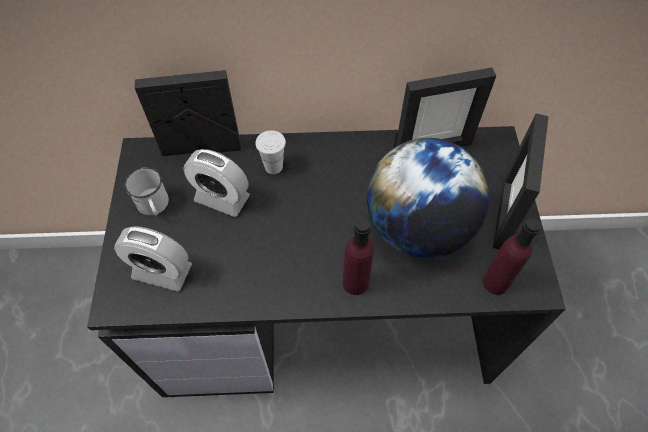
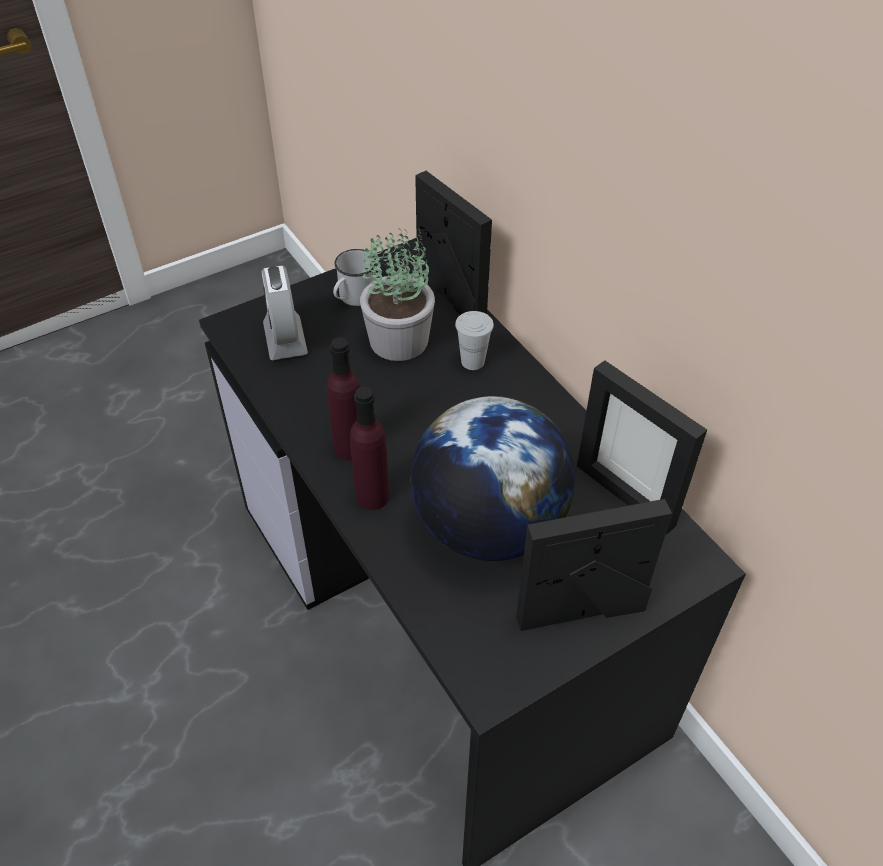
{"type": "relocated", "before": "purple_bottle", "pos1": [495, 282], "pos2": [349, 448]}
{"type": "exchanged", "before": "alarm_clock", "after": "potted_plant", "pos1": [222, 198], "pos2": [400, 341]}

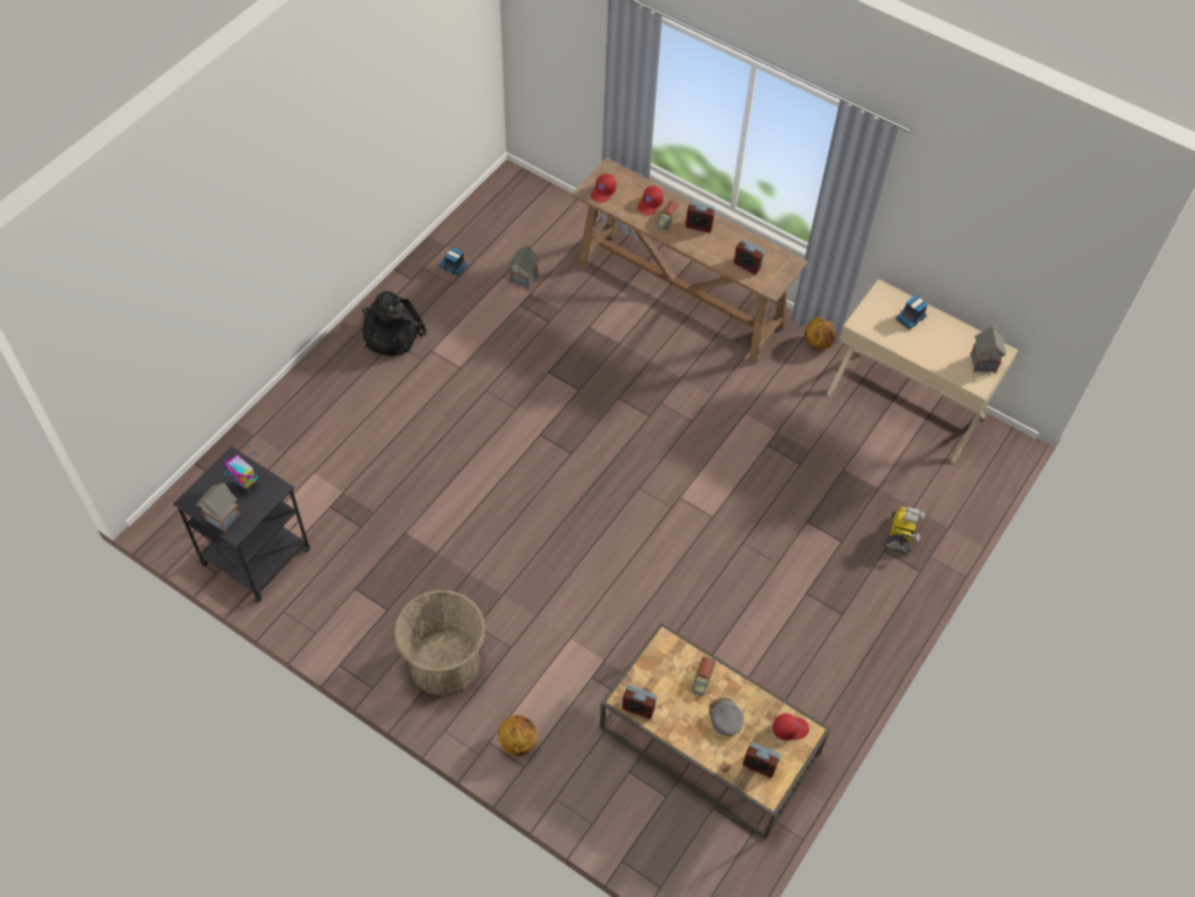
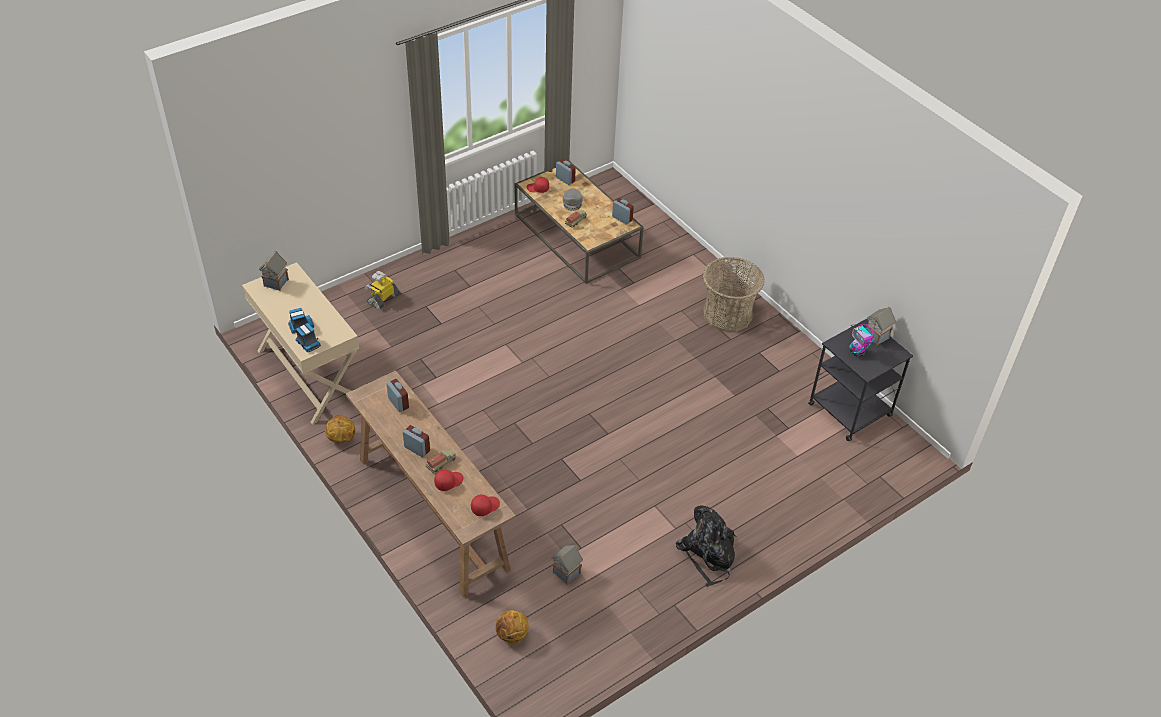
{"type": "relocated", "before": "toy_truck", "pos1": [453, 267], "pos2": [308, 343]}
{"type": "relocated", "before": "basketball", "pos1": [517, 742], "pos2": [512, 635]}

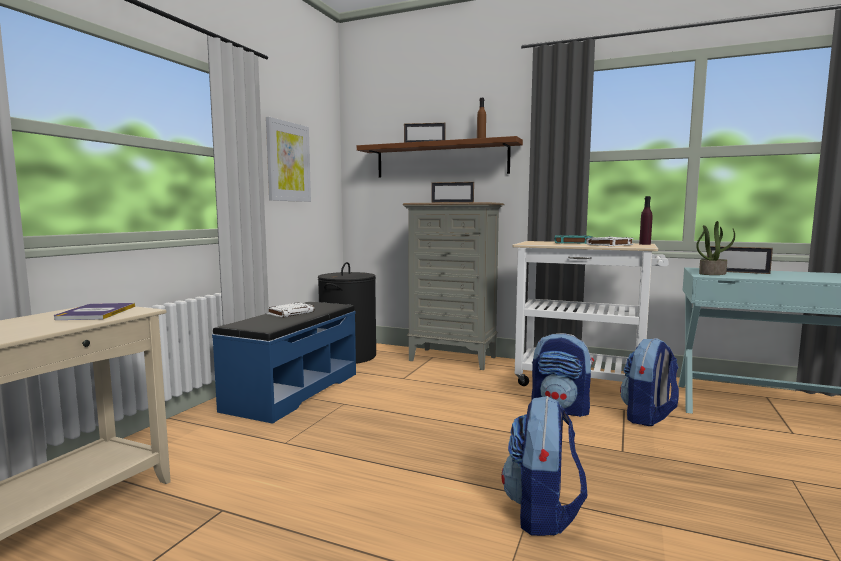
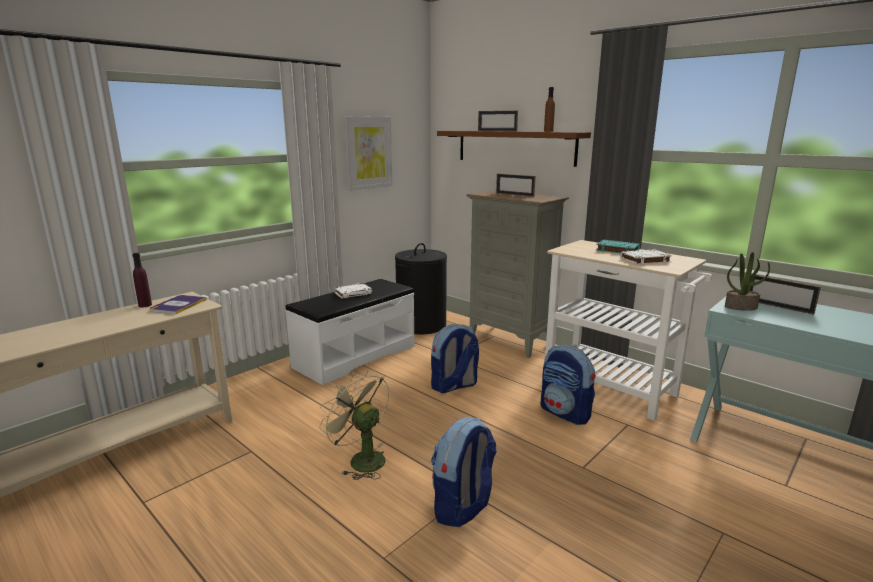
{"type": "appeared", "after": "beige_fan", "pos2": [361, 459]}
{"type": "relocated", "before": "backpack", "pos1": [648, 417], "pos2": [454, 386]}
{"type": "relocated", "before": "purple_bottle", "pos1": [644, 244], "pos2": [145, 305]}
{"type": "colour", "before": "blue_bench", "after": "white_bench", "pos1": [292, 391], "pos2": [355, 356]}

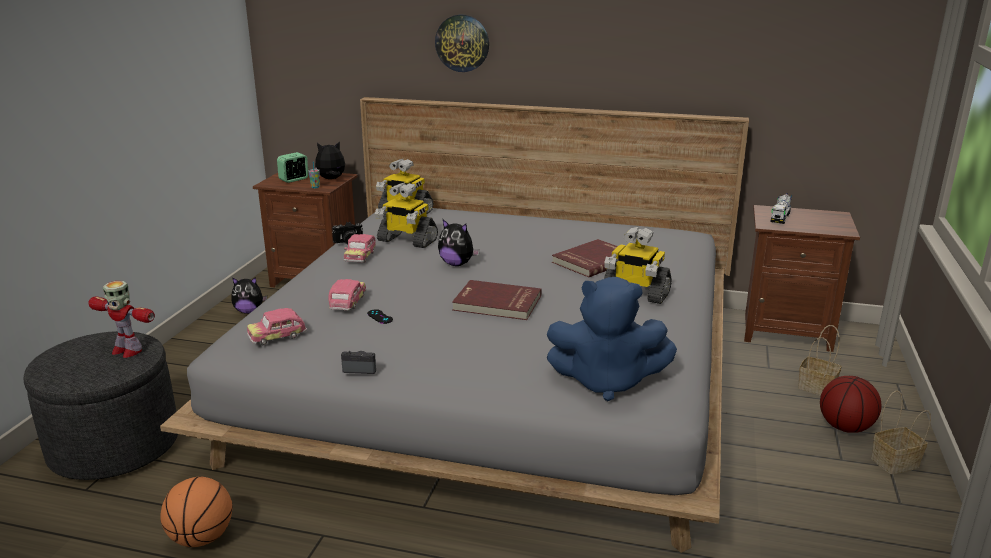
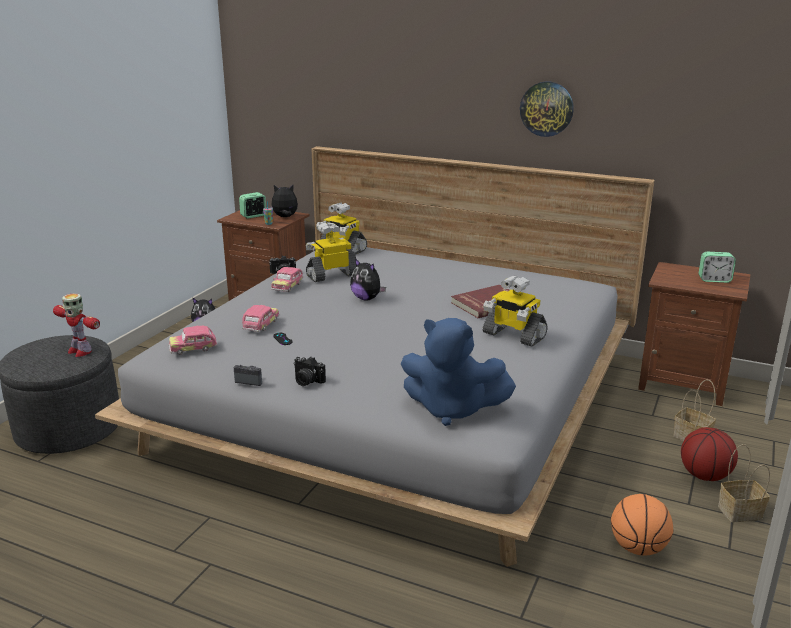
{"type": "missing", "before": "red_book", "pos1": [497, 303]}
{"type": "missing", "before": "toy_truck", "pos1": [780, 217]}
{"type": "appeared", "after": "photo_camera", "pos2": [306, 381]}
{"type": "appeared", "after": "alarm_clock", "pos2": [714, 280]}
{"type": "relocated", "before": "basketball", "pos1": [201, 538], "pos2": [638, 548]}
{"type": "relocated", "before": "wall_clock", "pos1": [462, 43], "pos2": [546, 109]}
{"type": "spun", "before": "toy_robot", "pos1": [406, 240], "pos2": [332, 275], "turn": 120}

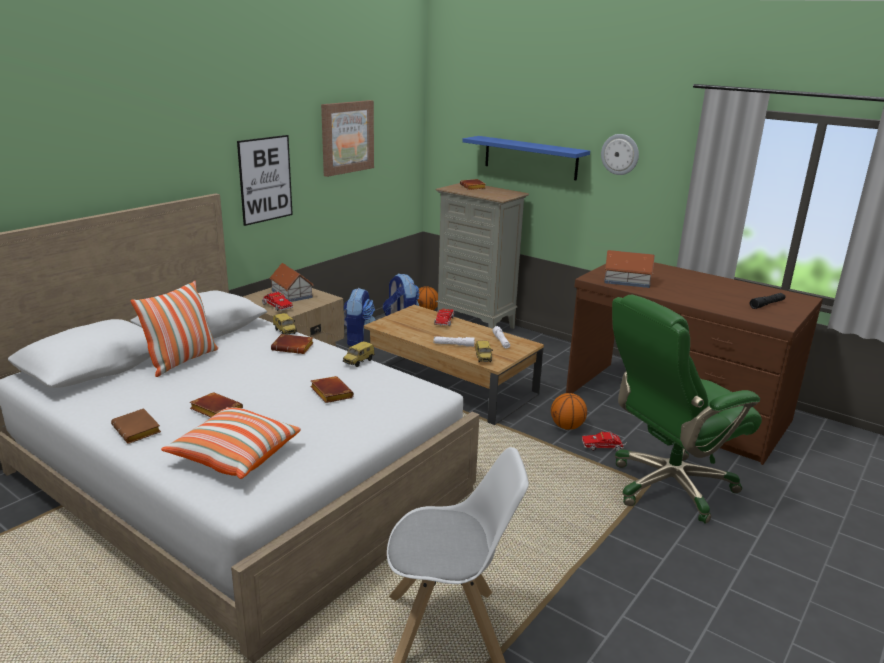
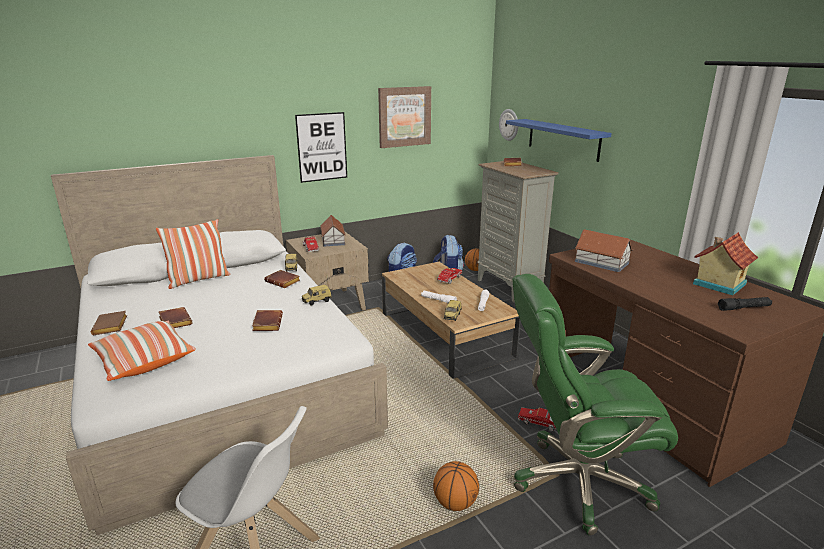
{"type": "appeared", "after": "toy_house", "pos2": [717, 284]}
{"type": "relocated", "before": "basketball", "pos1": [567, 427], "pos2": [455, 503]}
{"type": "relocated", "before": "wall_clock", "pos1": [620, 154], "pos2": [509, 124]}

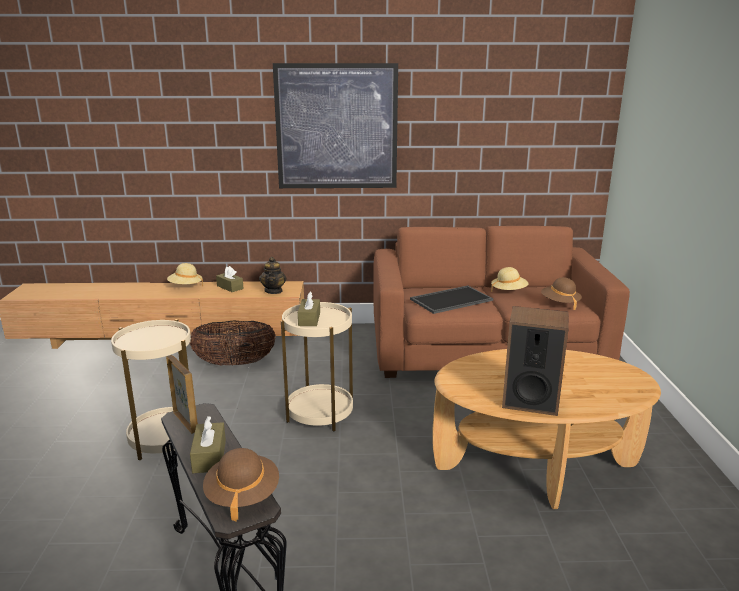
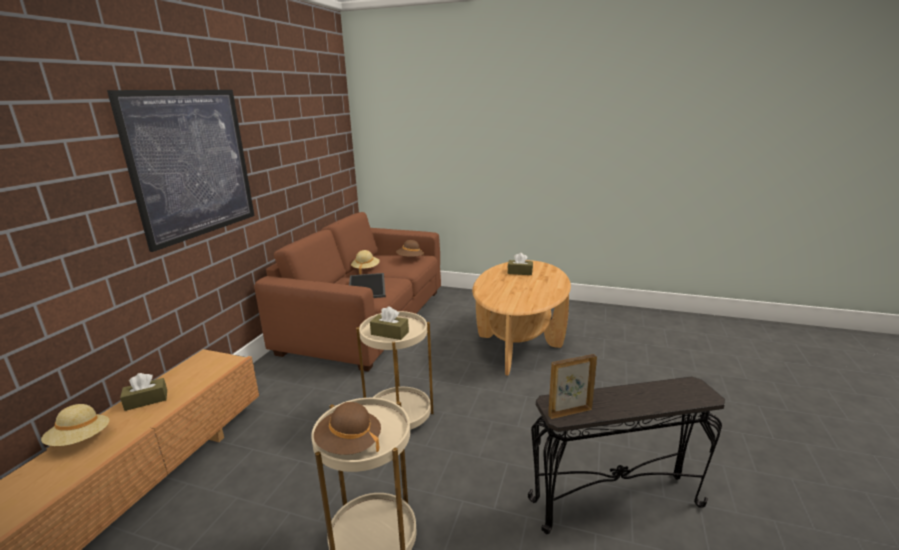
{"type": "missing", "before": "basket", "pos1": [235, 363]}
{"type": "missing", "before": "teapot", "pos1": [273, 291]}
{"type": "missing", "before": "speaker", "pos1": [530, 401]}
{"type": "relocated", "before": "brown_tissue_box", "pos1": [209, 456], "pos2": [520, 272]}
{"type": "relocated", "before": "brown_hat", "pos1": [242, 495], "pos2": [349, 444]}

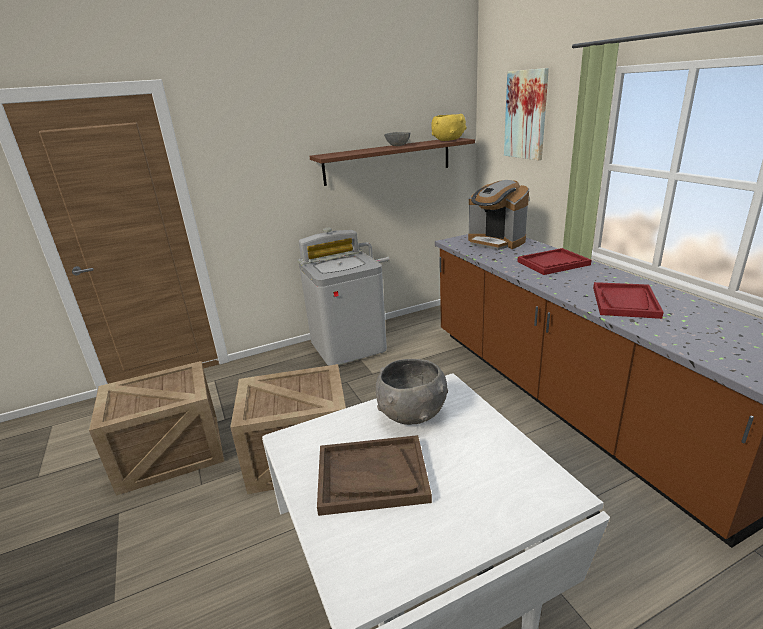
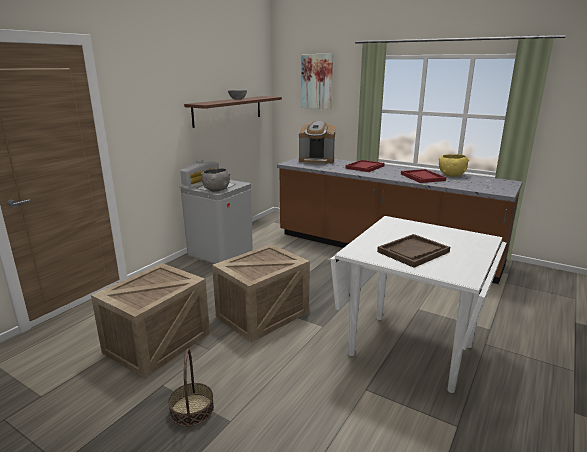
{"type": "appeared", "after": "basket", "pos2": [192, 409]}
{"type": "relocated", "before": "grey_bowl", "pos1": [411, 414], "pos2": [216, 190]}
{"type": "relocated", "before": "yellow_bowl", "pos1": [448, 140], "pos2": [451, 175]}

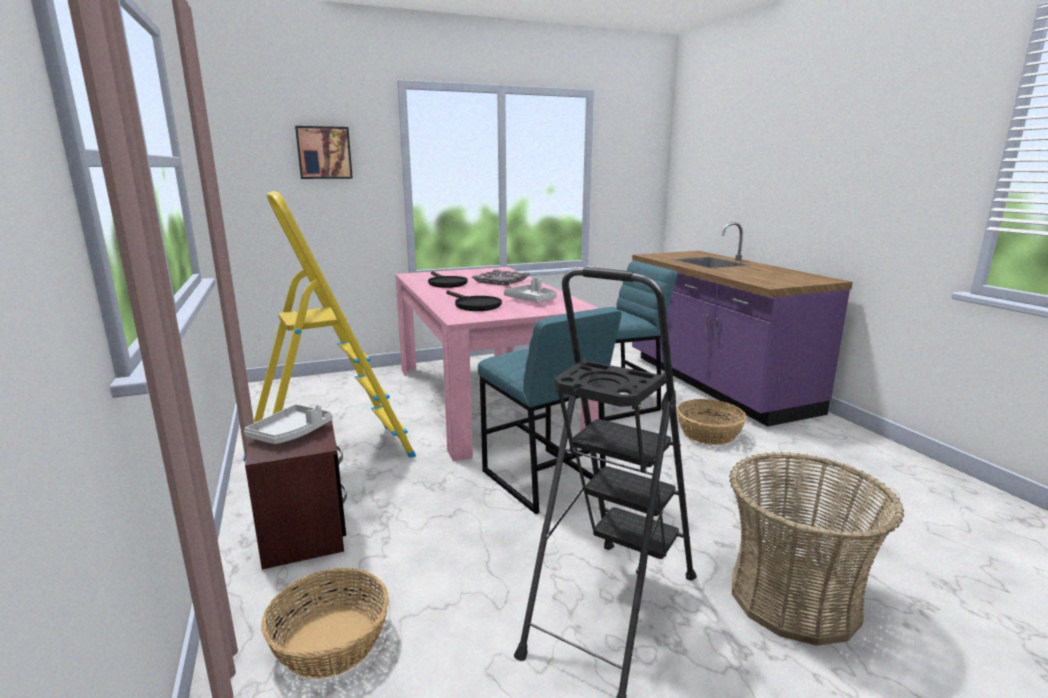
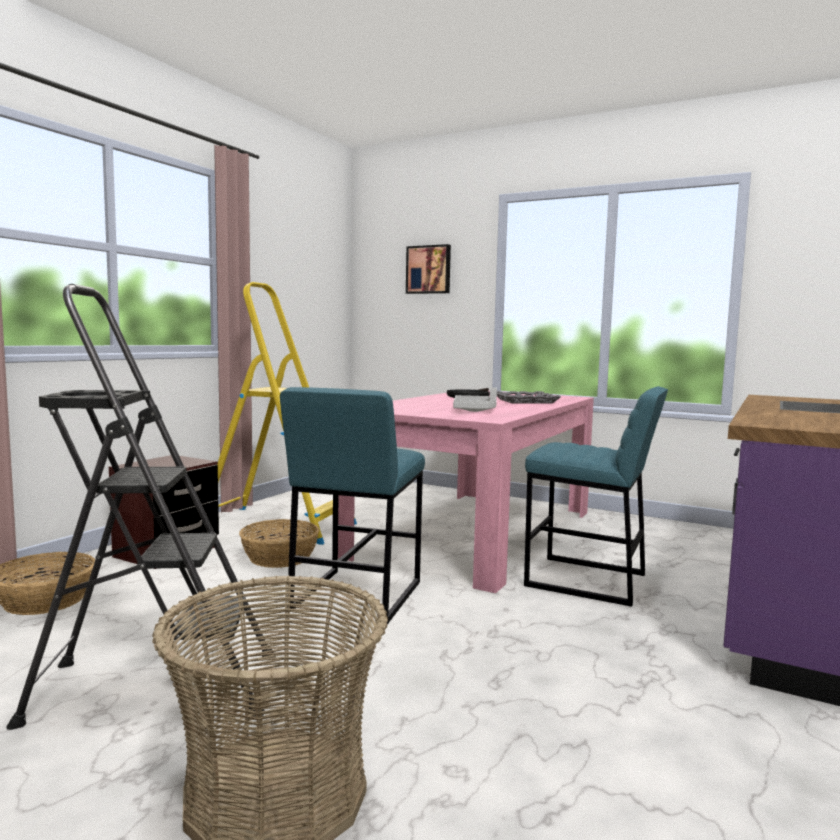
{"type": "missing", "before": "grey_tray", "pos1": [291, 433]}
{"type": "missing", "before": "black_frying_pan", "pos1": [474, 305]}
{"type": "relocated", "before": "basket", "pos1": [708, 434], "pos2": [279, 557]}

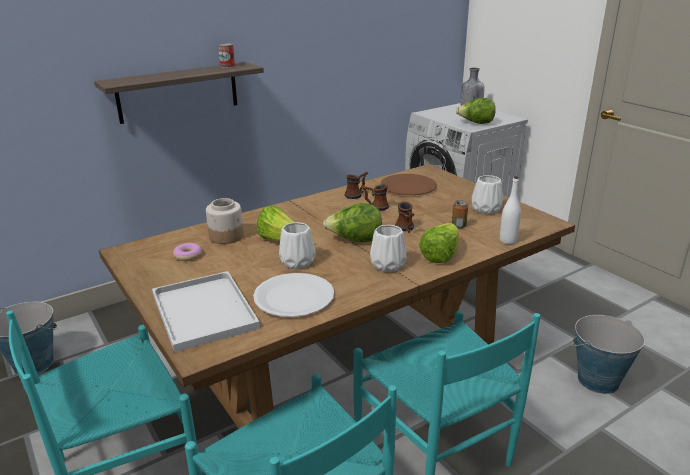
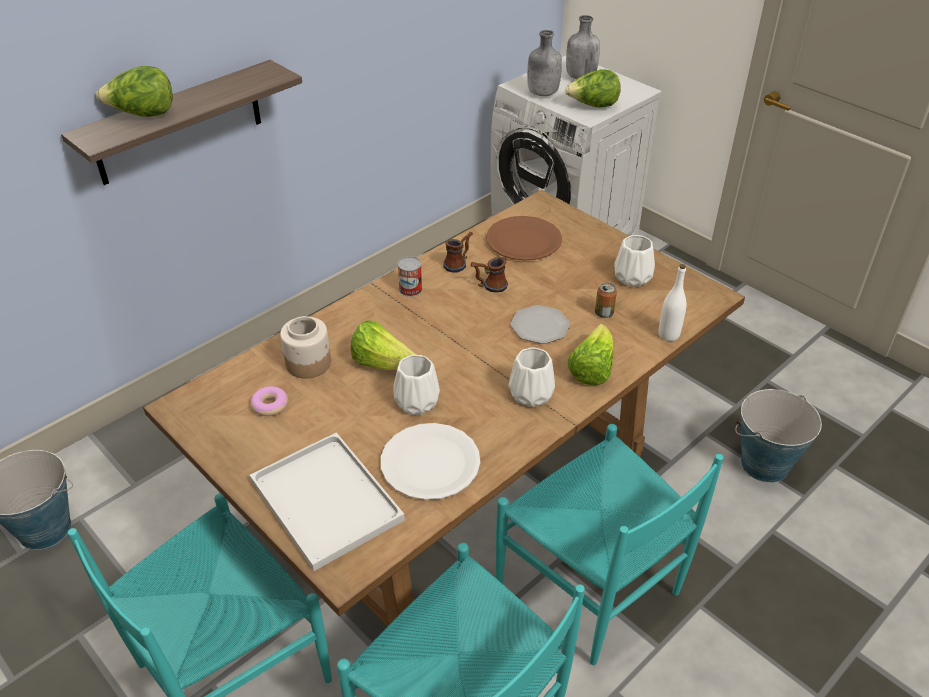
{"type": "appeared", "after": "grey_bottle", "pos2": [542, 93]}
{"type": "relocated", "before": "can", "pos1": [227, 66], "pos2": [410, 289]}
{"type": "relocated", "before": "lettuce", "pos1": [355, 240], "pos2": [143, 115]}
{"type": "exchanged", "before": "mug", "after": "plate", "pos1": [406, 229], "pos2": [539, 326]}

